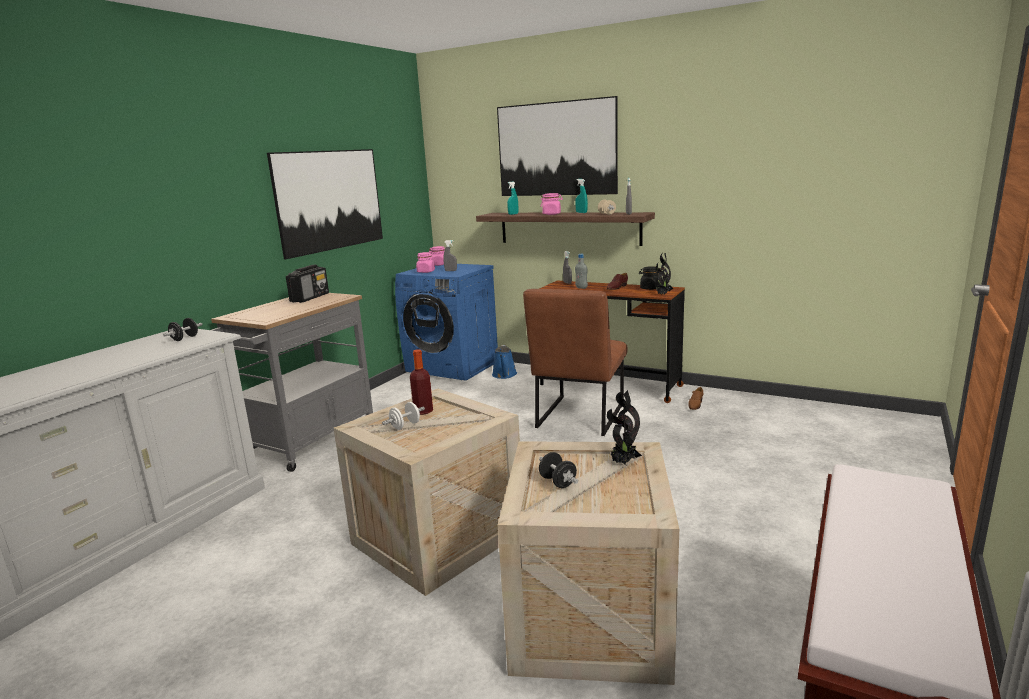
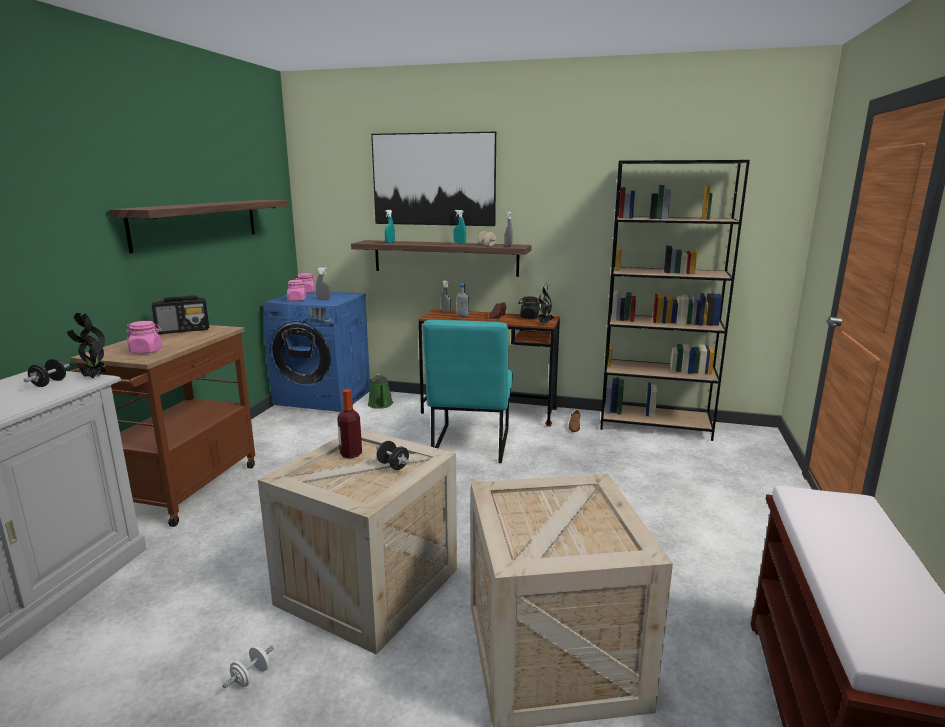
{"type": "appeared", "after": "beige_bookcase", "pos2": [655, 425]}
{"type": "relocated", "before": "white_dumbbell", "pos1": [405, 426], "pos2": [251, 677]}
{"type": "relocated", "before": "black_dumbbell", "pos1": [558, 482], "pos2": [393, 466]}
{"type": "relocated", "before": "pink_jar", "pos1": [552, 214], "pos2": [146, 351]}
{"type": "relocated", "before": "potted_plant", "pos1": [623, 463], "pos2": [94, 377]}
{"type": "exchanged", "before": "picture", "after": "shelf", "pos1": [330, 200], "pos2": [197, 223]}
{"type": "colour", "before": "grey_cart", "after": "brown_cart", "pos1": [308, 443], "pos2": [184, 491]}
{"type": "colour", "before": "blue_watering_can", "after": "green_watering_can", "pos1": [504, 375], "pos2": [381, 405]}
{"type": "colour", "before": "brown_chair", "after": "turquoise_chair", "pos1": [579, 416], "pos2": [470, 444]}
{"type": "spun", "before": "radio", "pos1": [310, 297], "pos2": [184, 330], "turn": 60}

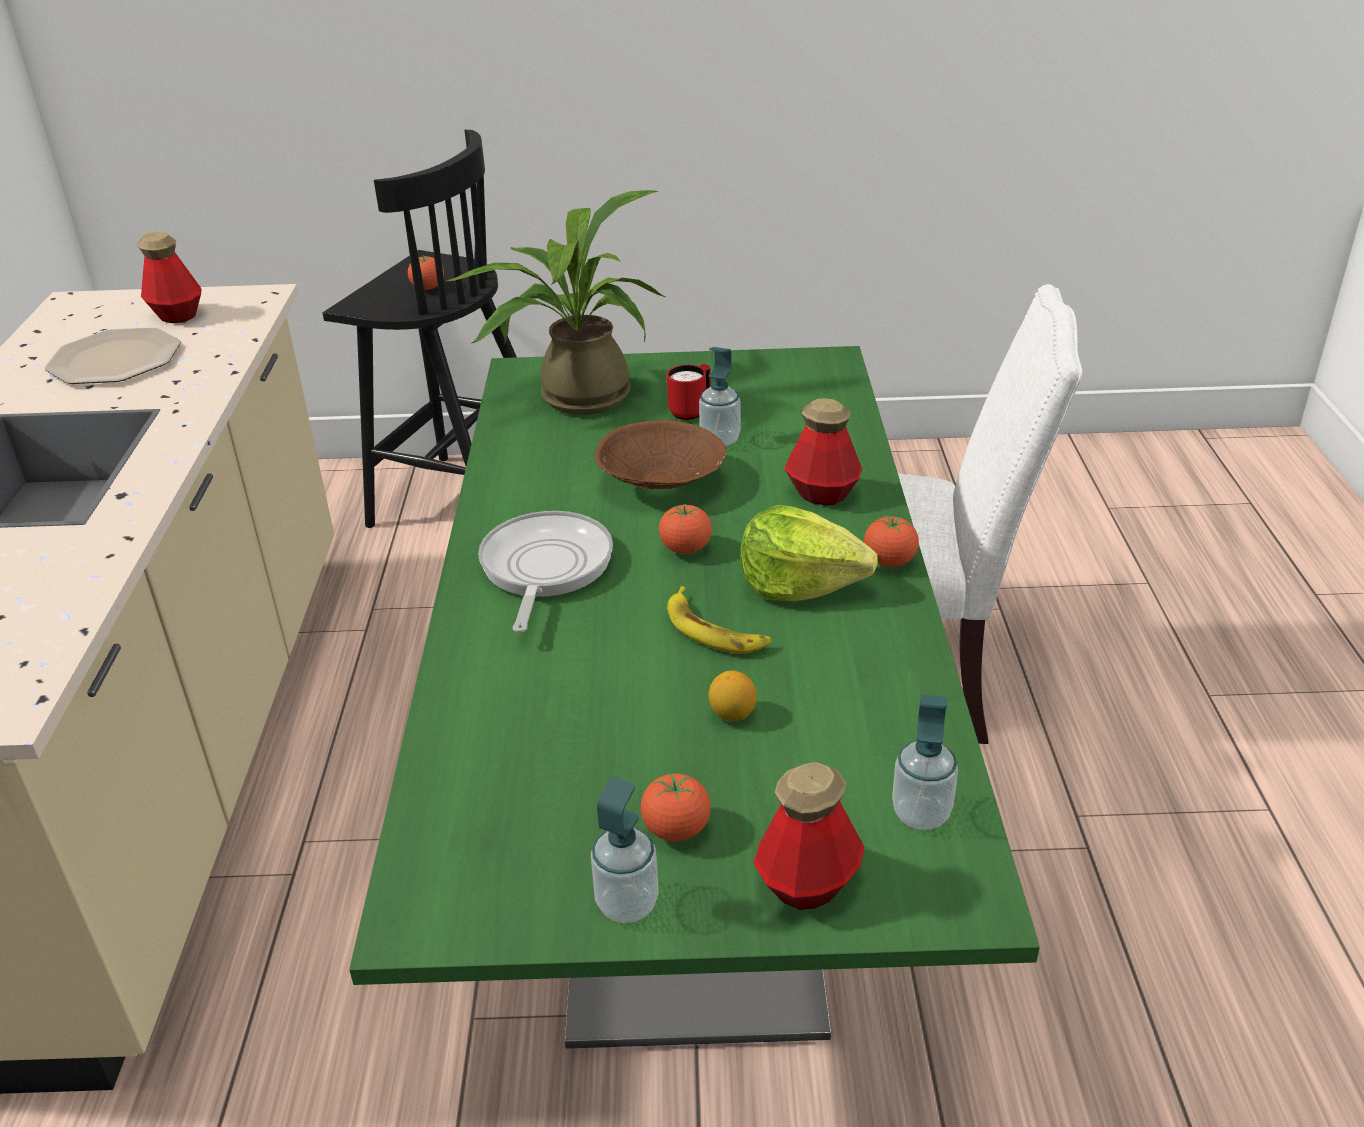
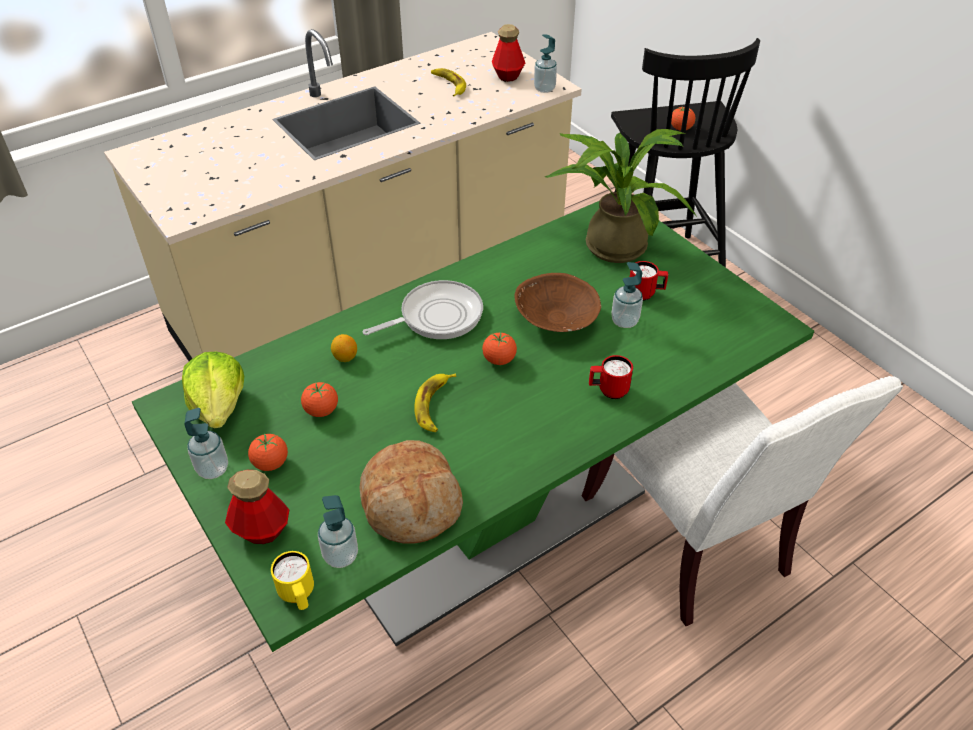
{"type": "appeared", "after": "yellow_mug", "pos2": [298, 595]}
{"type": "appeared", "after": "bread", "pos2": [411, 503]}
{"type": "appeared", "after": "soap_dispenser", "pos2": [544, 89]}
{"type": "relocated", "before": "lemon", "pos1": [732, 714], "pos2": [345, 357]}
{"type": "relocated", "before": "lettuce", "pos1": [800, 584], "pos2": [219, 405]}
{"type": "relocated", "before": "tomato", "pos1": [889, 562], "pos2": [321, 410]}
{"type": "exchanged", "before": "plate", "after": "banana", "pos1": [114, 360], "pos2": [449, 85]}
{"type": "exchanged", "before": "bottle", "after": "red_mug", "pos1": [822, 494], "pos2": [608, 390]}

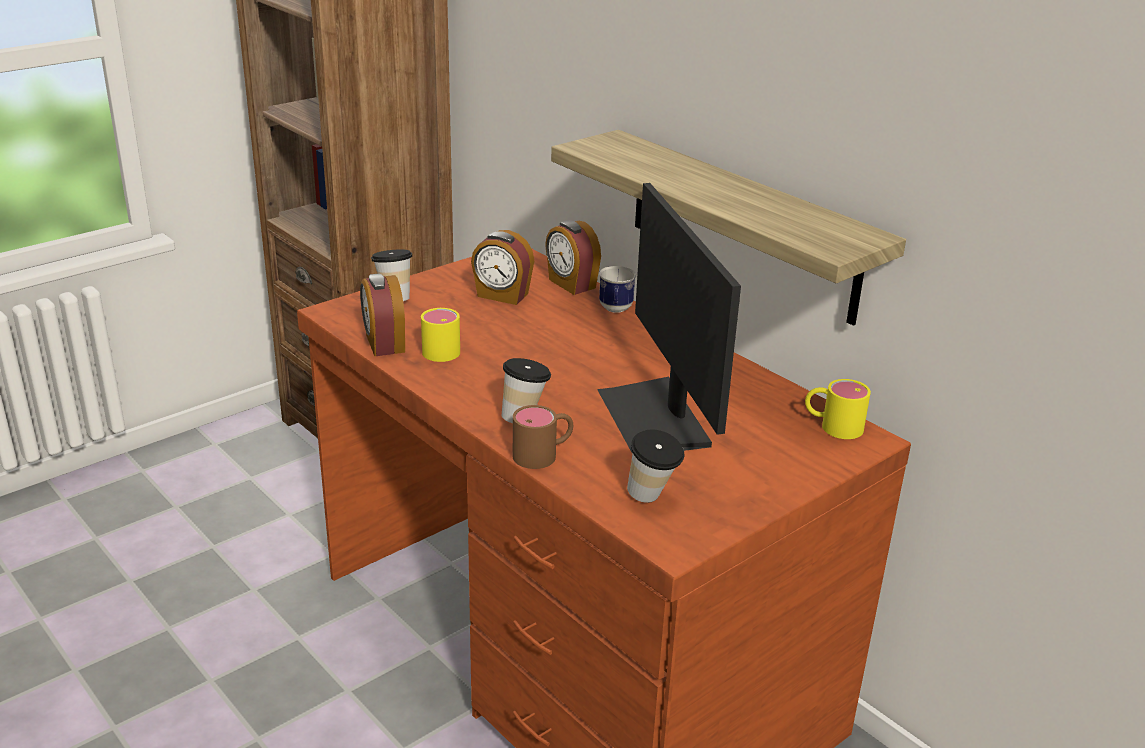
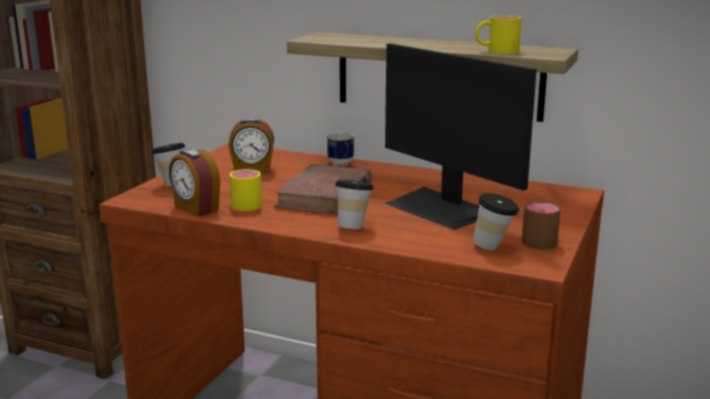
{"type": "missing", "before": "alarm_clock", "pos1": [571, 284]}
{"type": "appeared", "after": "brown_book", "pos2": [325, 195]}
{"type": "relocated", "before": "brown_mug", "pos1": [543, 454], "pos2": [543, 240]}
{"type": "relocated", "before": "yellow_mug", "pos1": [832, 426], "pos2": [496, 51]}

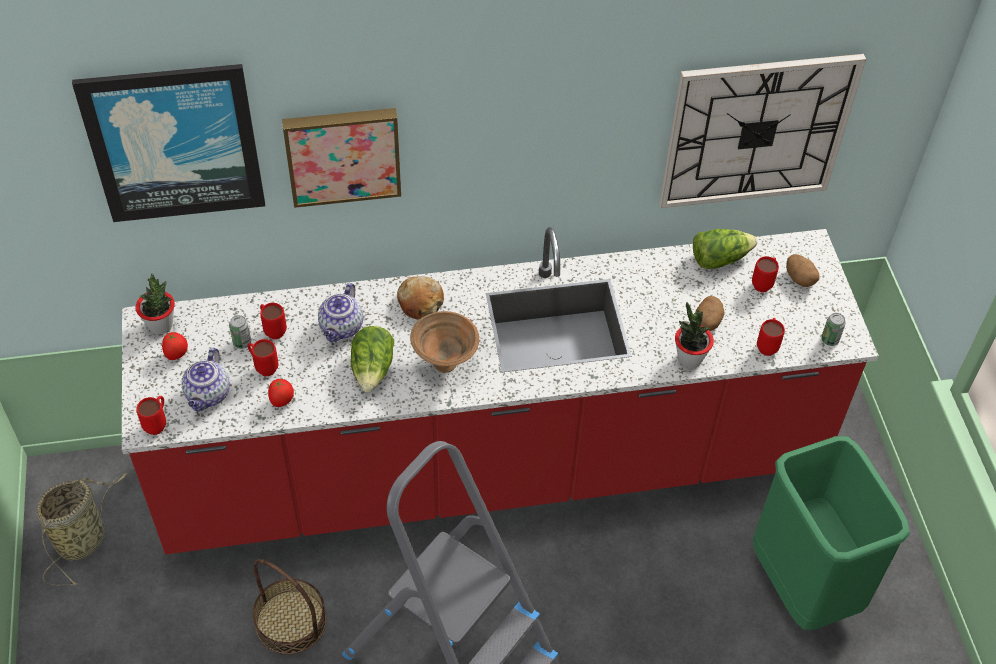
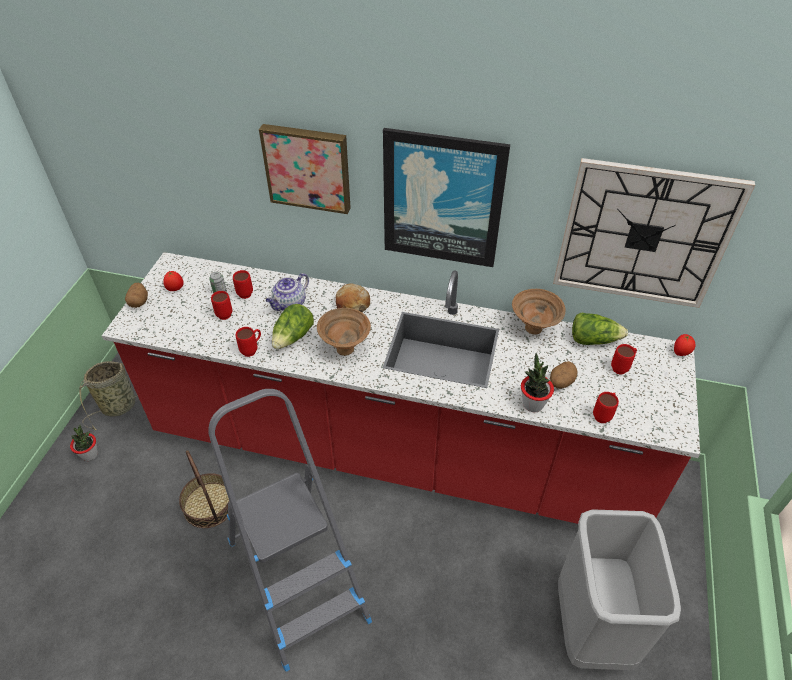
{"type": "missing", "before": "teapot", "pos1": [208, 395]}
{"type": "missing", "before": "can", "pos1": [830, 339]}
{"type": "appeared", "after": "brown_bowl", "pos2": [534, 329]}
{"type": "relocated", "before": "picture", "pos1": [174, 142], "pos2": [442, 199]}
{"type": "relocated", "before": "potted_plant", "pos1": [161, 325], "pos2": [90, 455]}
{"type": "relocated", "before": "red_mug", "pos1": [158, 424], "pos2": [252, 350]}
{"type": "relocated", "before": "tomato", "pos1": [282, 401], "pos2": [681, 353]}
{"type": "relocated", "before": "potato", "pos1": [799, 278], "pos2": [139, 302]}
{"type": "colour", "before": "green_trash_can", "after": "grey_trash_can", "pos1": [805, 585], "pos2": [593, 627]}

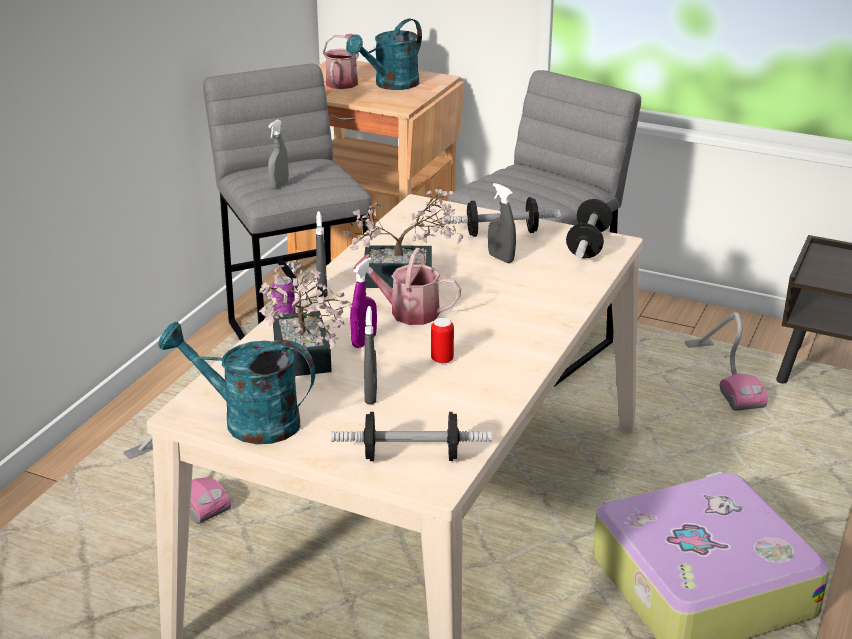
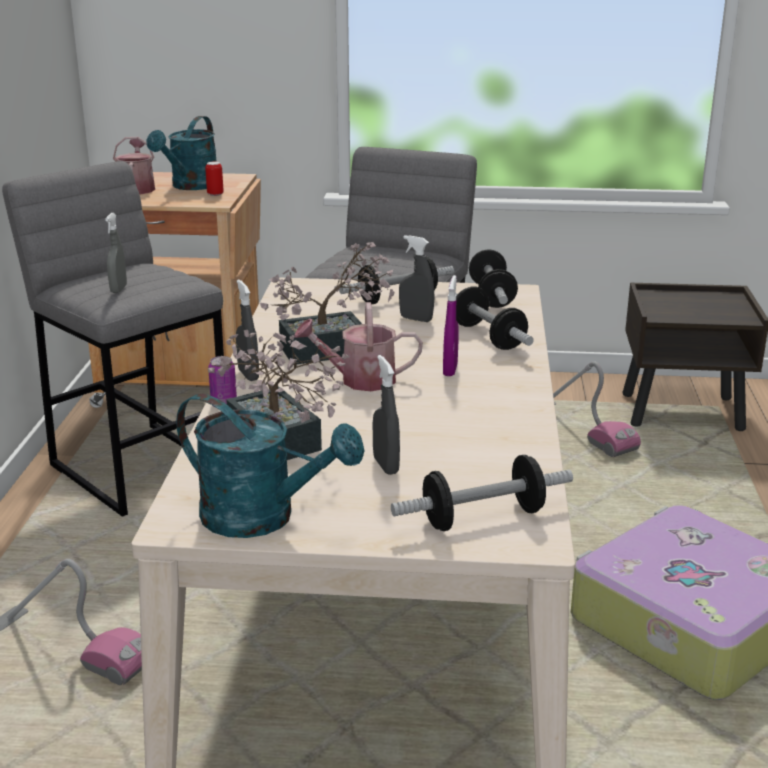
{"type": "appeared", "after": "dumbbell", "pos2": [488, 337]}
{"type": "relocated", "before": "purple_spray_bottle", "pos1": [364, 341], "pos2": [450, 370]}
{"type": "relocated", "before": "can", "pos1": [442, 359], "pos2": [215, 194]}
{"type": "spun", "before": "turquoise_watering_can", "pos1": [248, 421], "pos2": [263, 518], "turn": -150}

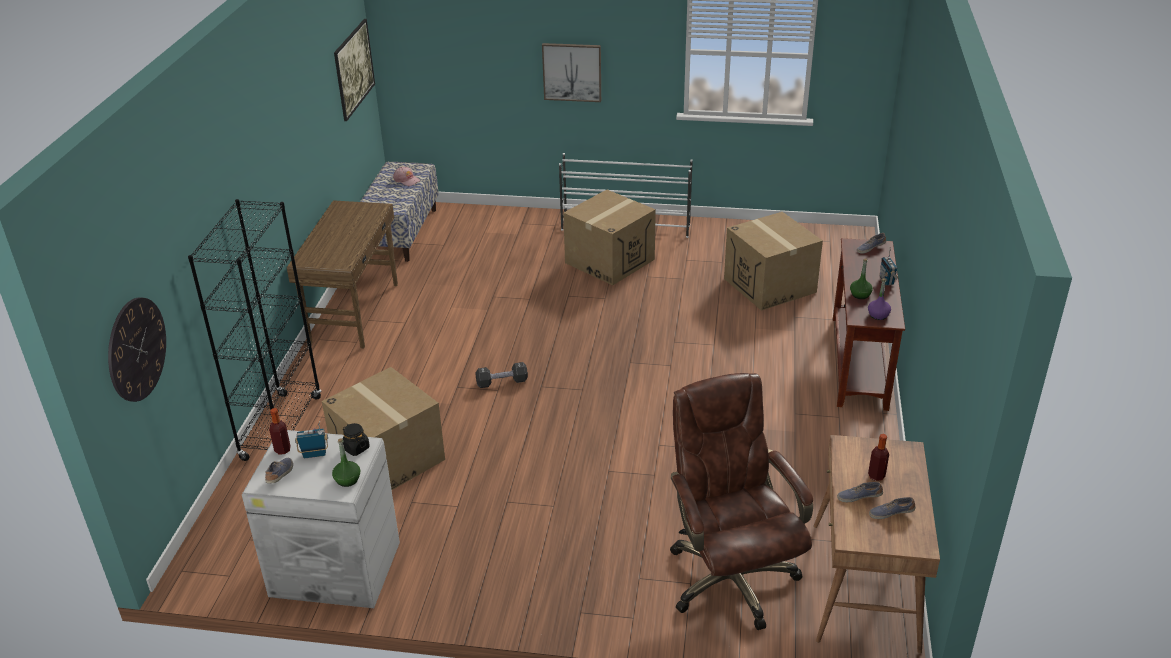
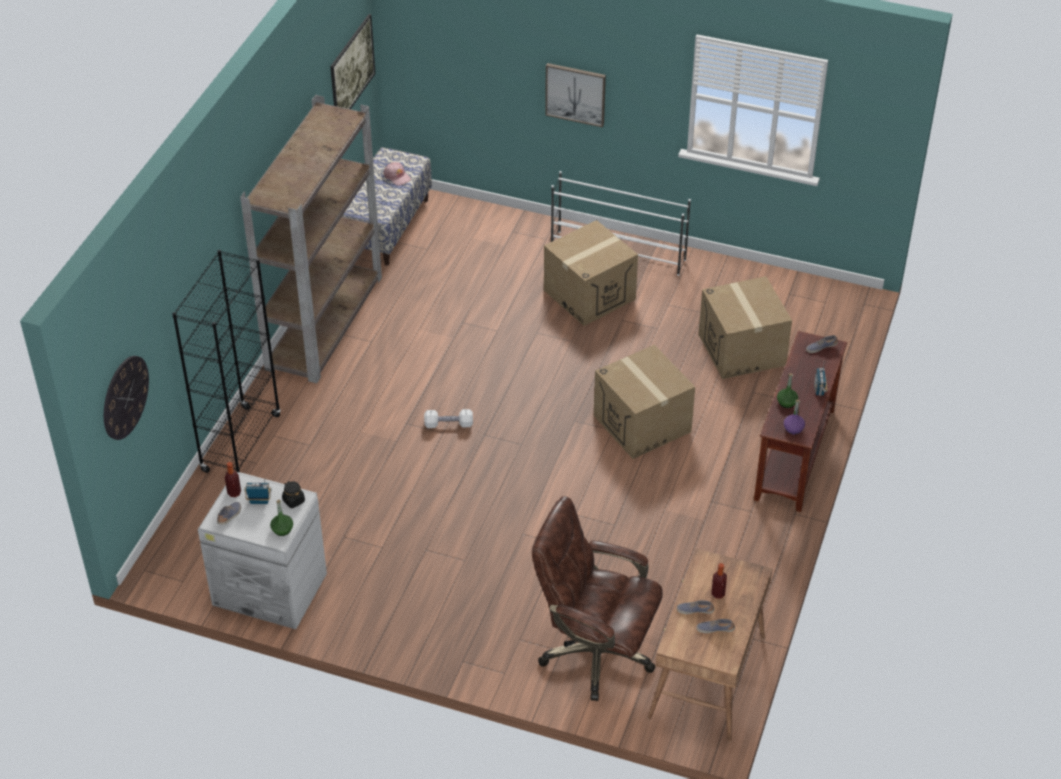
{"type": "relocated", "before": "cardboard_box", "pos1": [389, 458], "pos2": [642, 423]}
{"type": "exchanged", "before": "brown_console_table", "after": "brown_bookcase", "pos1": [354, 313], "pos2": [325, 322]}
{"type": "colour", "before": "black_dumbbell", "after": "white_dumbbell", "pos1": [502, 382], "pos2": [448, 424]}
{"type": "spun", "before": "brown_office_chair", "pos1": [731, 579], "pos2": [596, 652], "turn": -60}

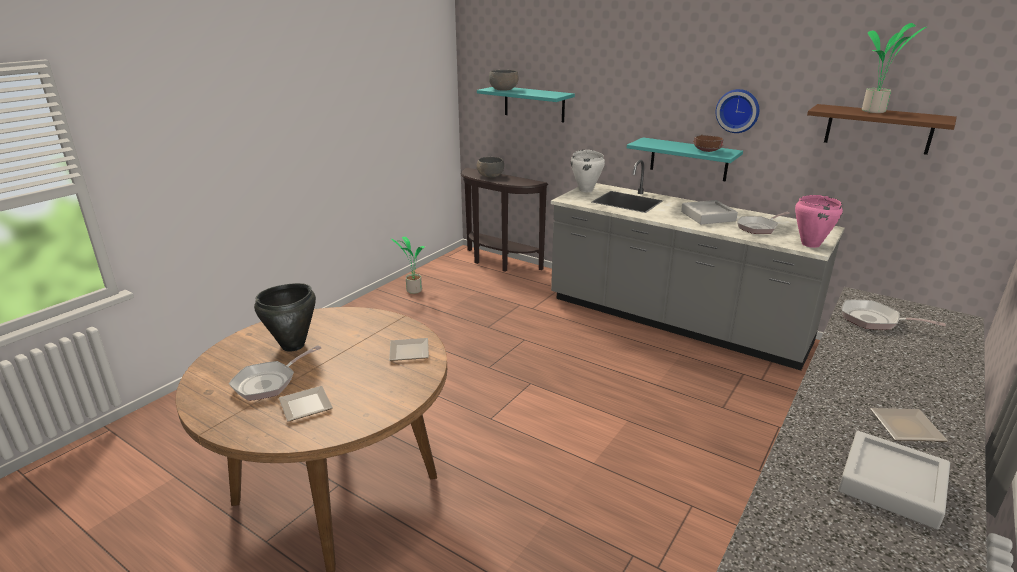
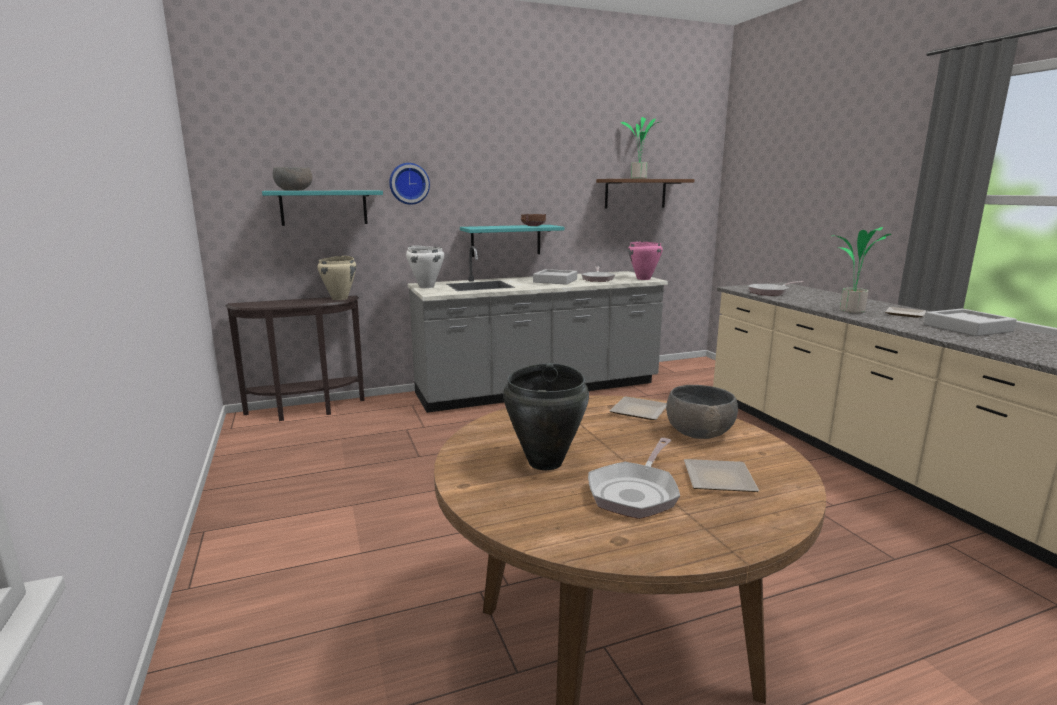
{"type": "appeared", "after": "beige_cooking_pot", "pos2": [340, 298]}
{"type": "relocated", "before": "potted_plant", "pos1": [413, 290], "pos2": [851, 311]}
{"type": "relocated", "before": "grey_bowl", "pos1": [490, 176], "pos2": [698, 433]}
{"type": "relocated", "before": "wall_clock", "pos1": [738, 110], "pos2": [409, 183]}
{"type": "spun", "before": "frying_pan", "pos1": [269, 382], "pos2": [635, 492], "turn": 45}

